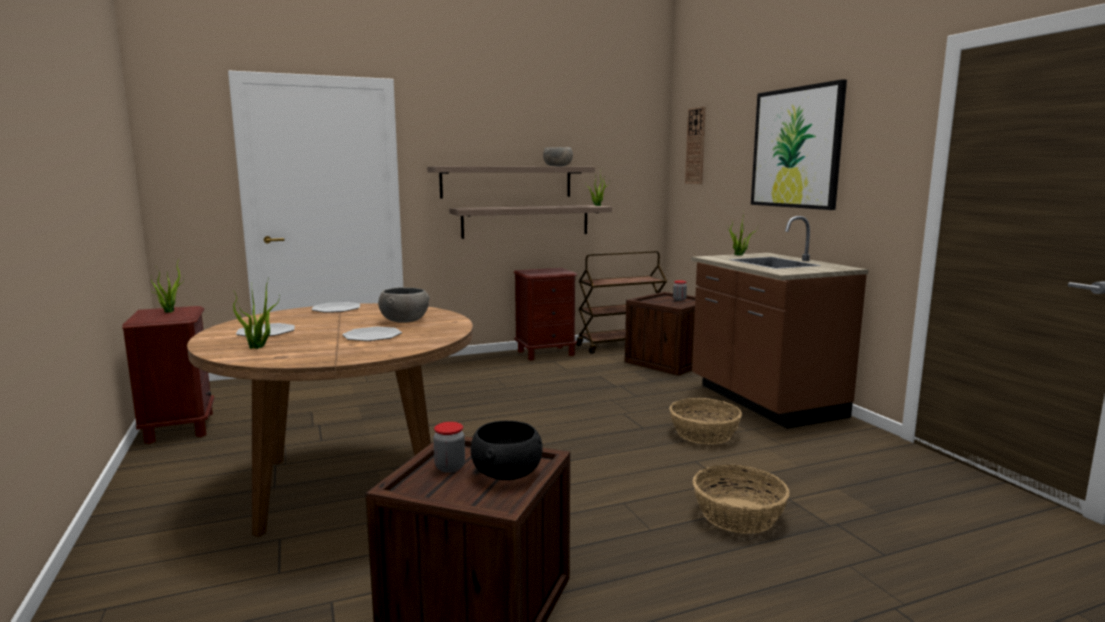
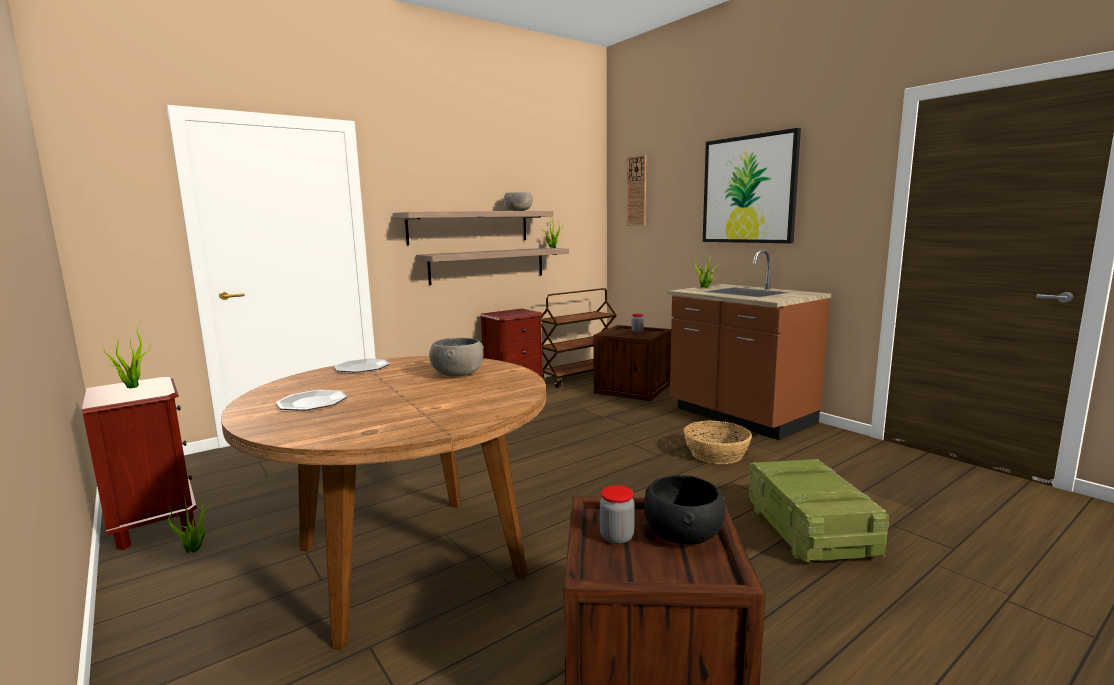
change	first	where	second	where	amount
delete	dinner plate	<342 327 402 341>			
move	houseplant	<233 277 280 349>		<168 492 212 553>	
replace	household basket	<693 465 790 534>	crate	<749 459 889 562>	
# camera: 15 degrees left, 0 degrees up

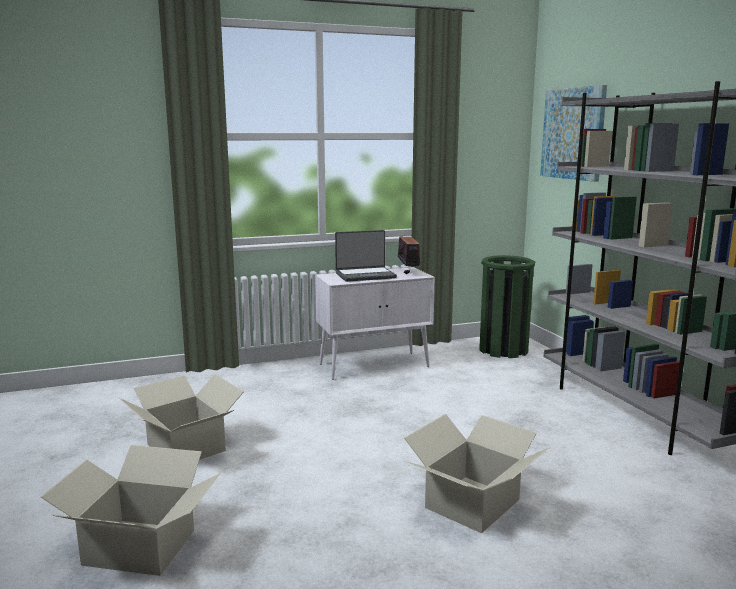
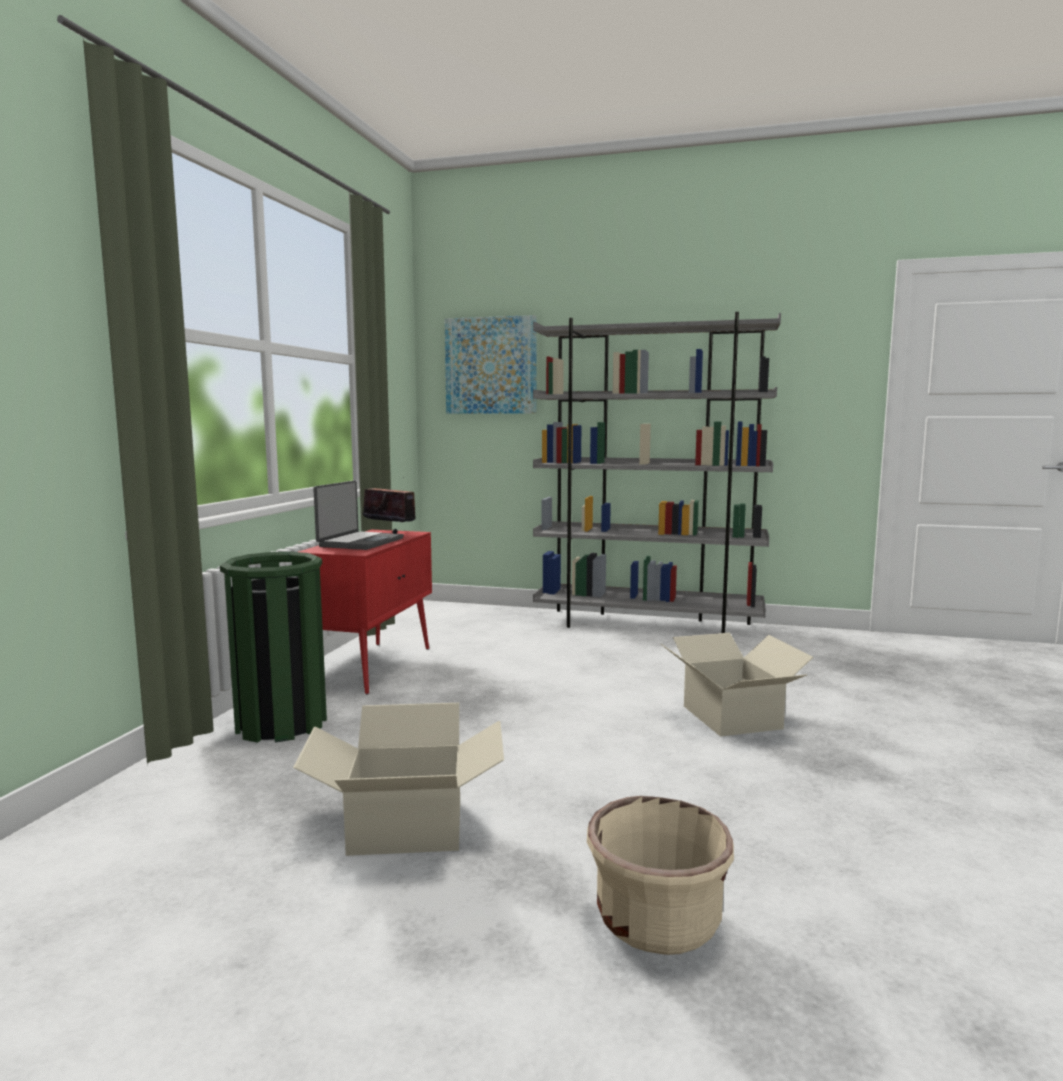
change	first	where	second	where	amount
move	green-coloured trash can	<479 255 535 358>		<220 552 327 743>	
replace	cardboard box	<41 445 221 576>	beige-coloured flower pot	<587 796 734 955>	
recolor	white cupboard	<315 267 435 380>	red cupboard	<298 530 432 695>	
# camera: 55 degrees left, 5 degrees down

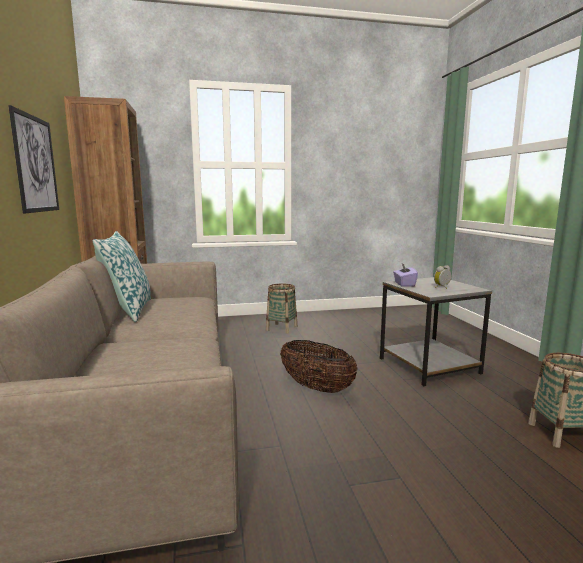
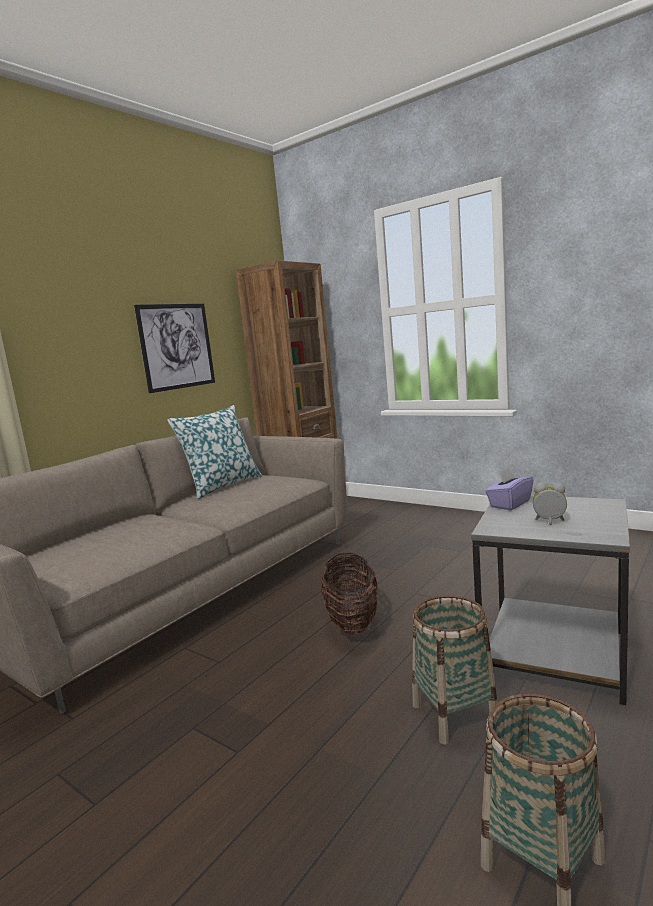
change	first	where	second	where	amount
move	household basket	<266 284 297 334>		<412 595 498 745>	
# camera: 50 degrees right, 0 degrees up

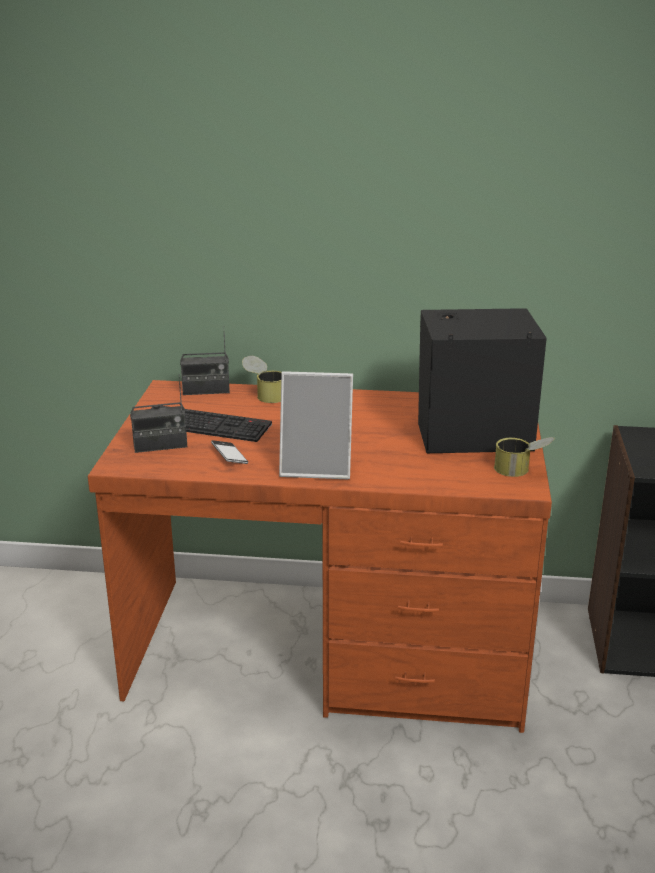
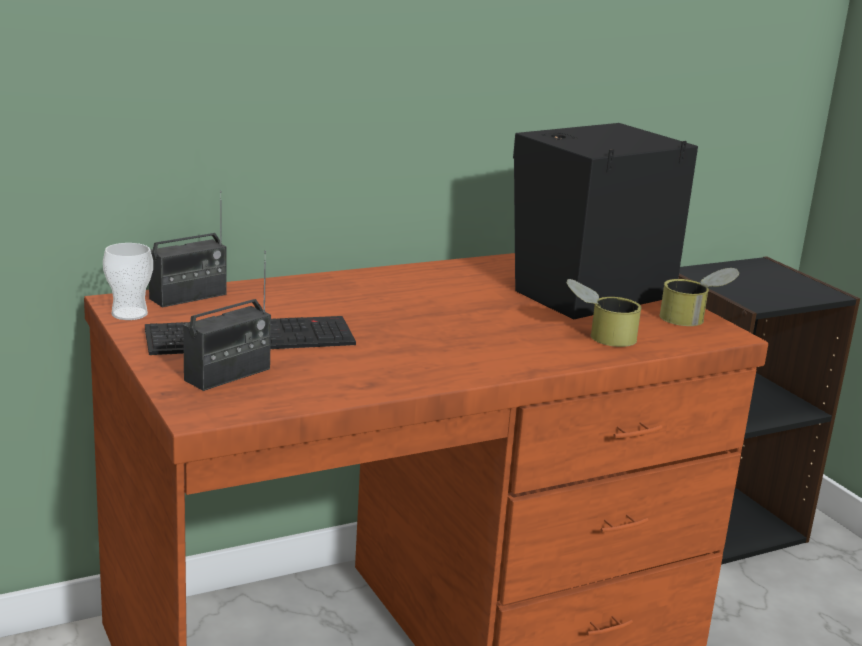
change	first	where	second	where	amount
delete	phone	<211 440 248 464>			
delete	photo frame	<279 371 353 479>			
insert			drinking cup	<103 243 153 320>	
move	metal can	<242 356 282 403>		<567 279 642 347>	
# camera: 35 degrees left, 5 degrees down

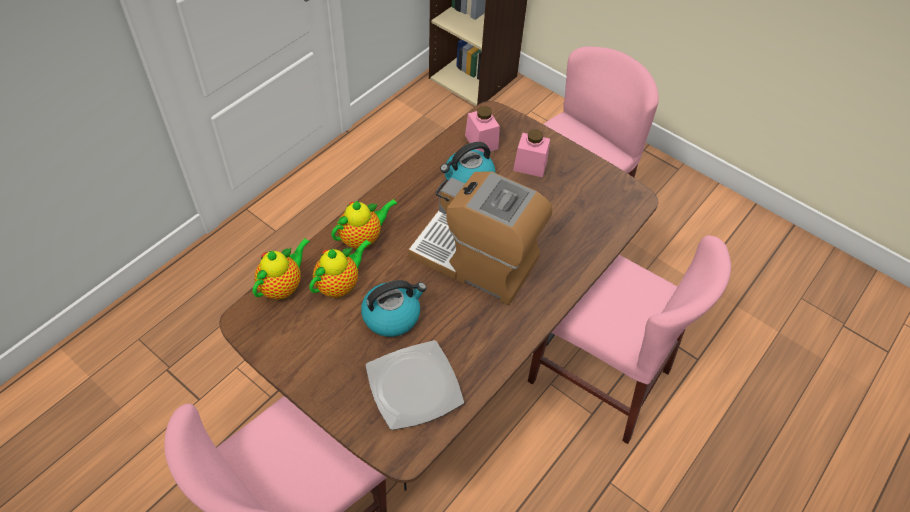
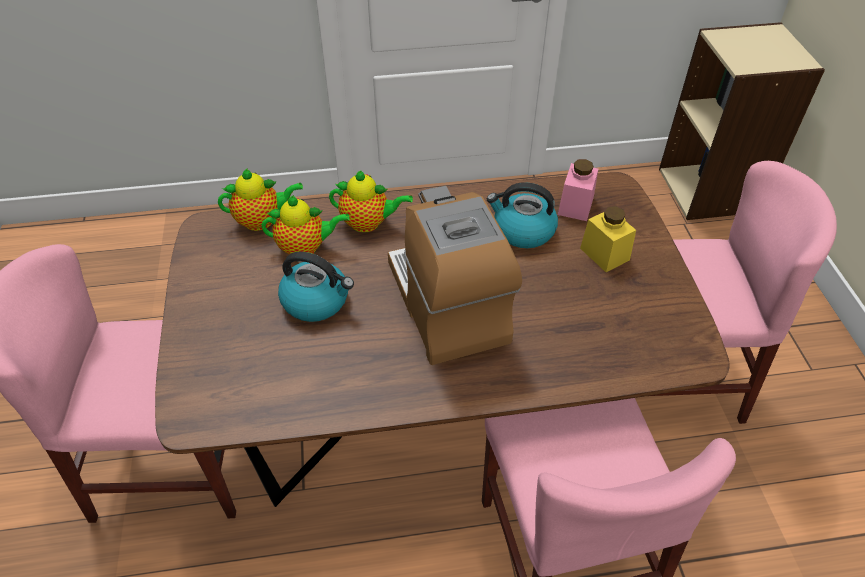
change	first	where	second	where	amount
delete	dinner plate	<365 340 464 430>			
recolor	pink jar	<513 129 550 177>	yellowish jar	<580 206 636 272>	
# camera: 45 degrees right, 5 degrees down

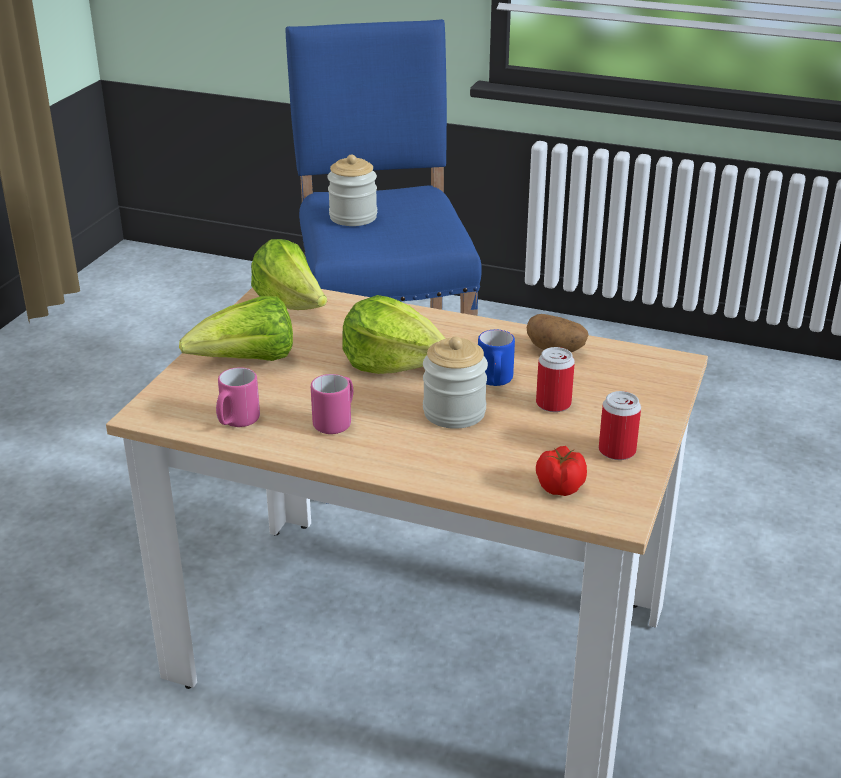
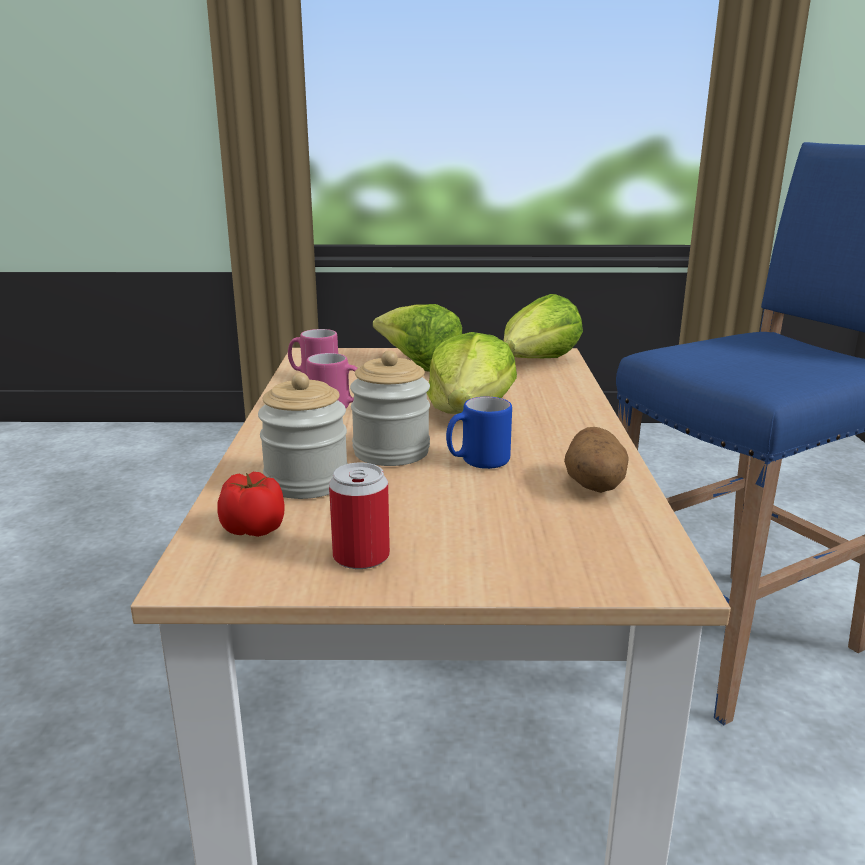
change	first	where	second	where	amount
delete	metal can	<536 347 575 412>			
move	jar	<327 154 377 226>		<258 373 348 499>	
# camera: 70 degrees right, 10 degrees down

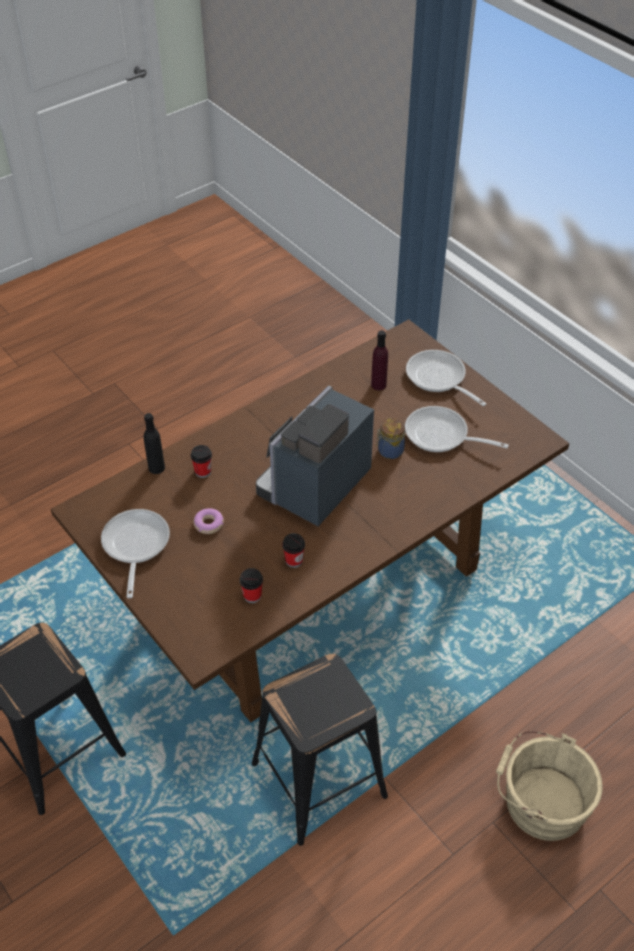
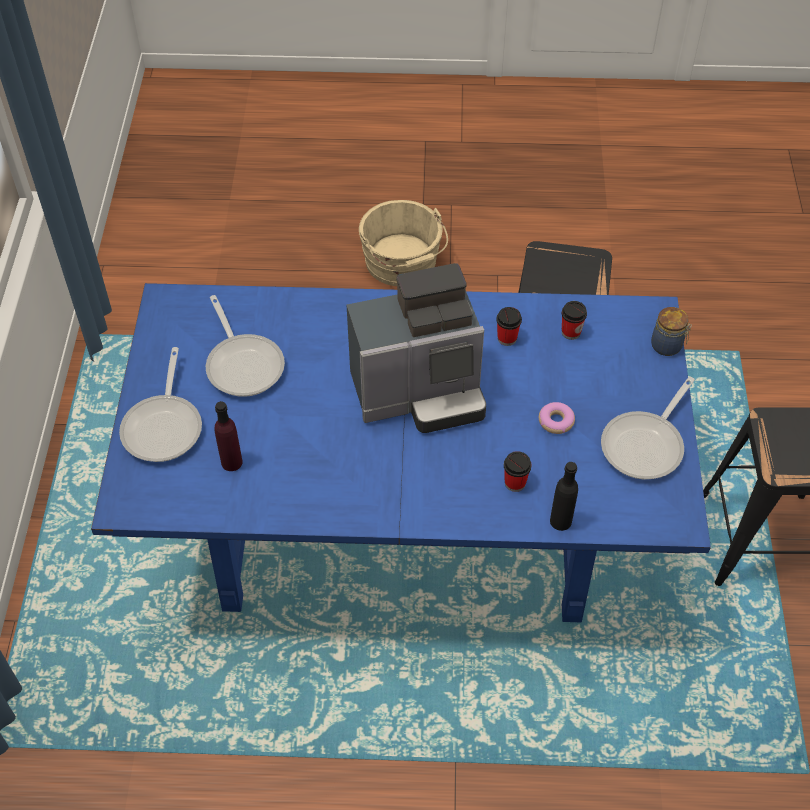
change	first	where	second	where	amount
move	jar	<376 418 405 459>		<651 307 692 356>	
recolor	brownish dining table	<51 319 570 722>	blue-coloured dining table	<91 283 711 622>	
# camera: 140 degrees left, 5 degrees up

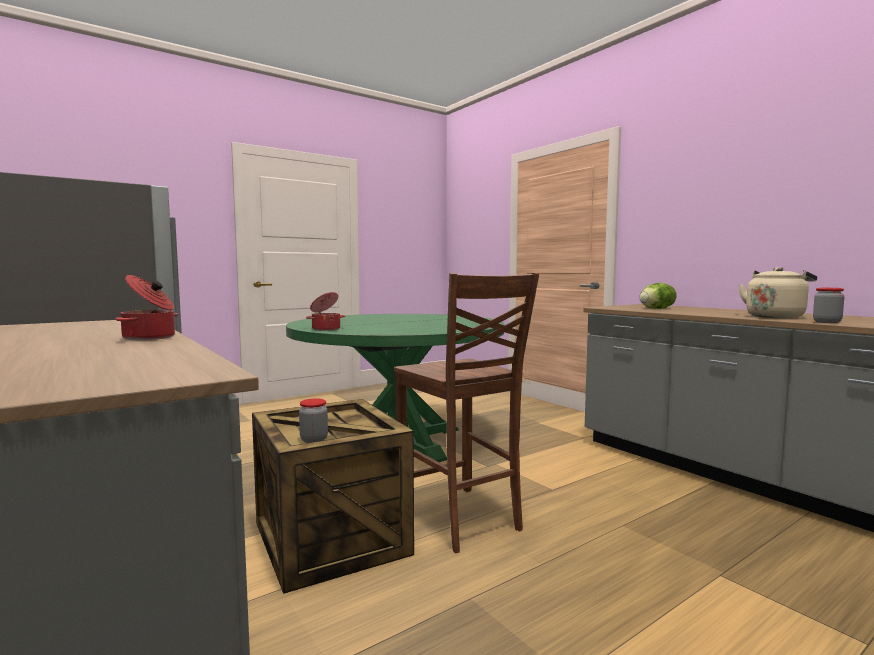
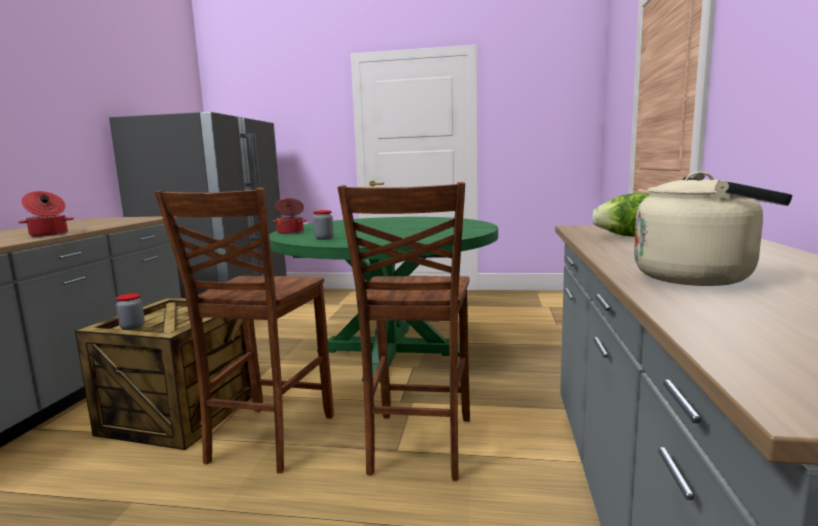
change	first	where	second	where	amount
insert			brownish chair	<338 182 470 481>	
move	jar	<813 288 845 323>		<313 210 334 240>	
# camera: 45 degrees right, 5 degrees up

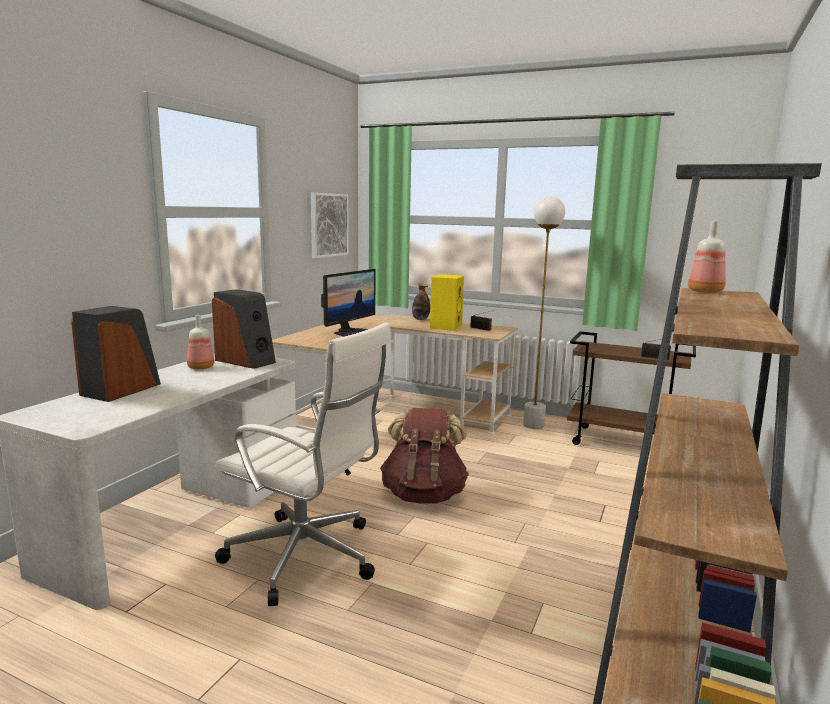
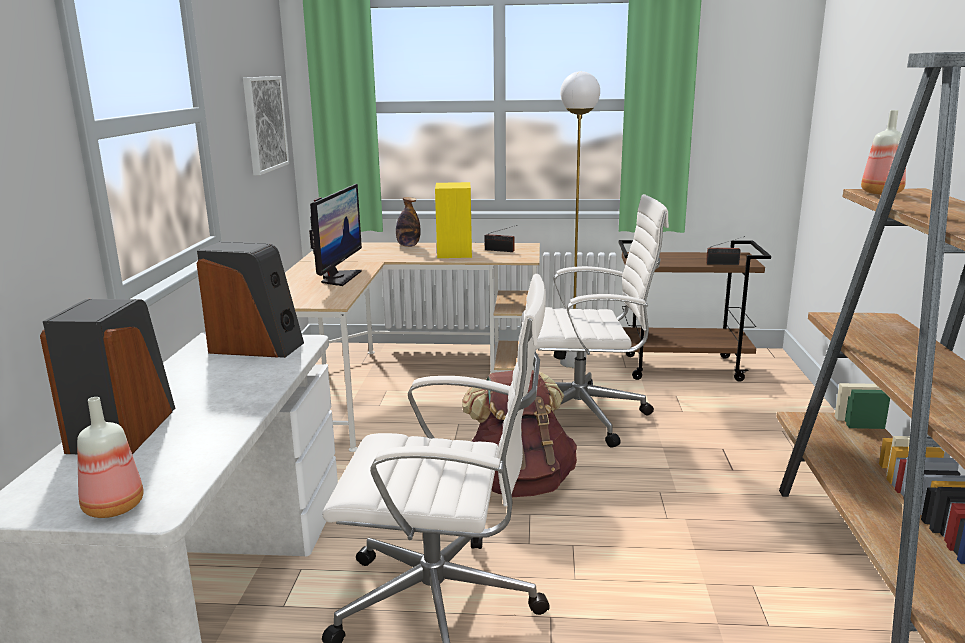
change	first	where	second	where	amount
insert			white office chair	<521 194 669 448>	
move	beverage bottle	<187 315 215 370>		<77 397 144 518>	
# camera: 20 degrees left, 5 degrees up

